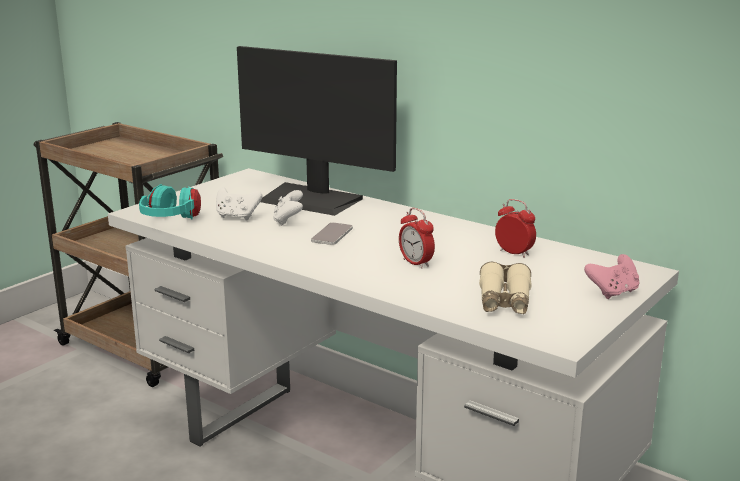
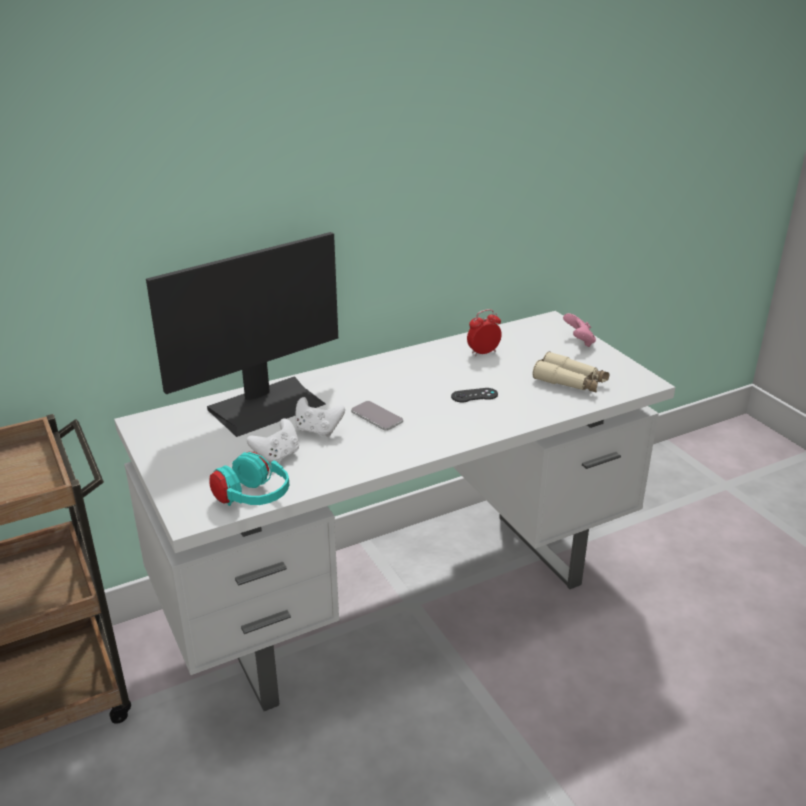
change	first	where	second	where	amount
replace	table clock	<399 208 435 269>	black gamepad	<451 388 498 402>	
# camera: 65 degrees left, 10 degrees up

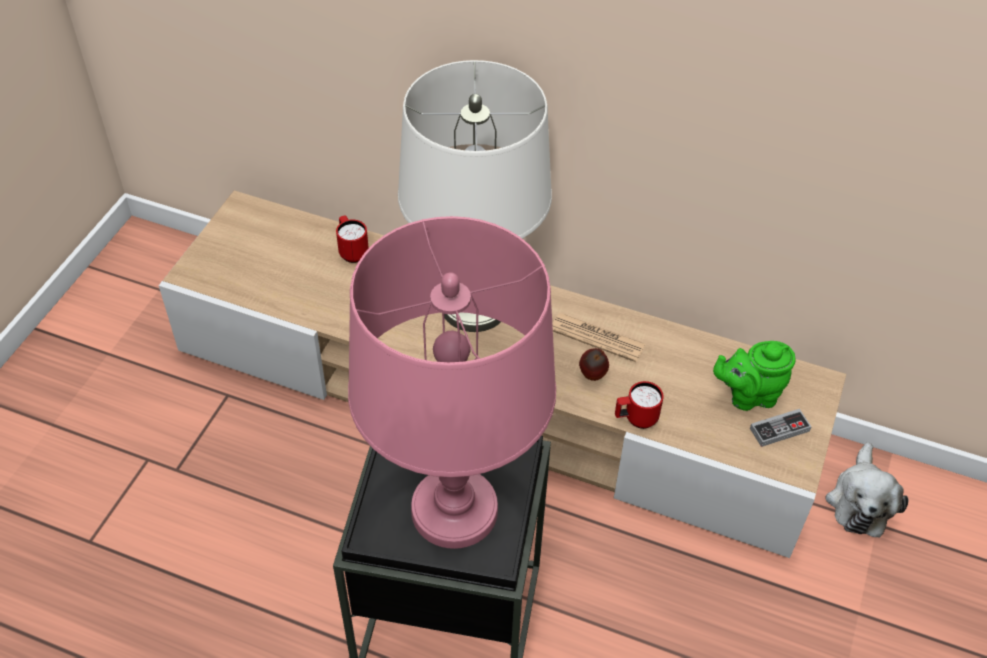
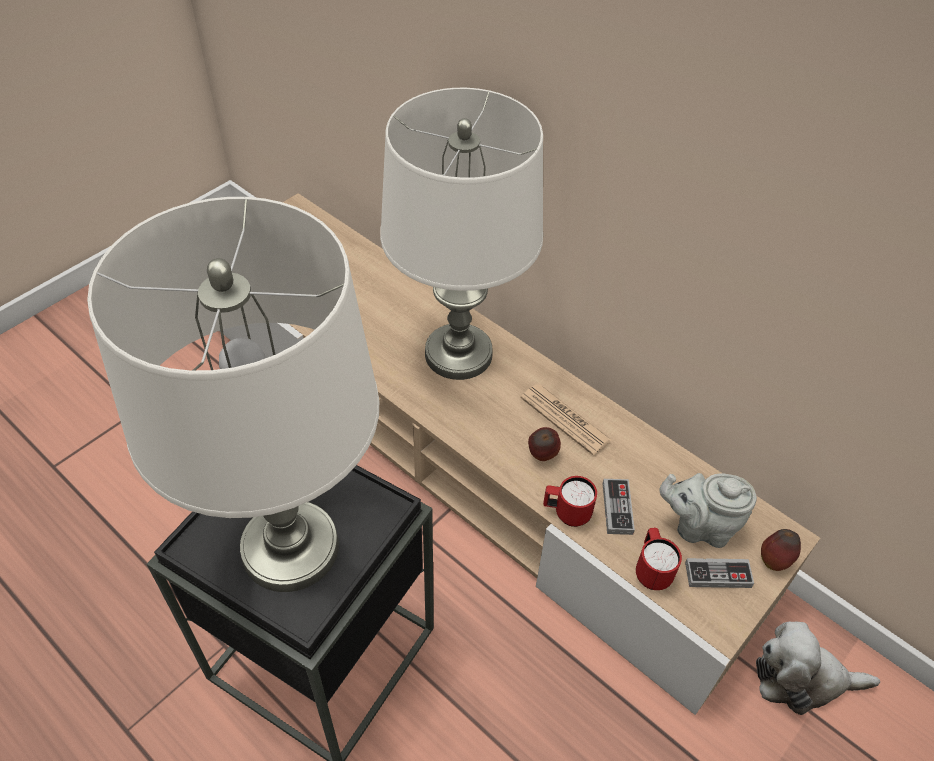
change	first	where	second	where	amount
insert			gamepad	<602 479 635 535>	
insert			apple fruit	<761 529 801 571>	
move	red coffee mug	<336 215 369 263>		<636 528 682 590>	
recolor	pink tabletop lamp	<348 216 556 549>	white tabletop lamp	<87 197 379 592>	
recolor	green-coloured teapot	<713 341 796 411>	gray teapot	<659 473 757 548>	
rotate	plush toy	<826 442 909 538>		<756 621 880 715>	60 degrees clockwise
# camera: 20 degrees right, 0 degrees up

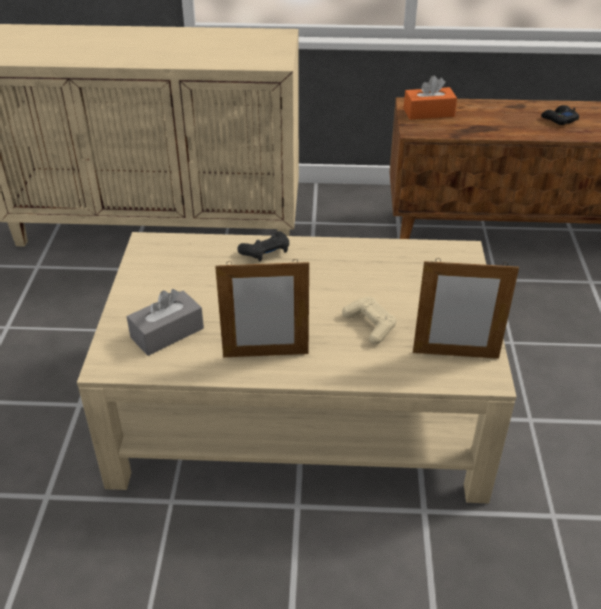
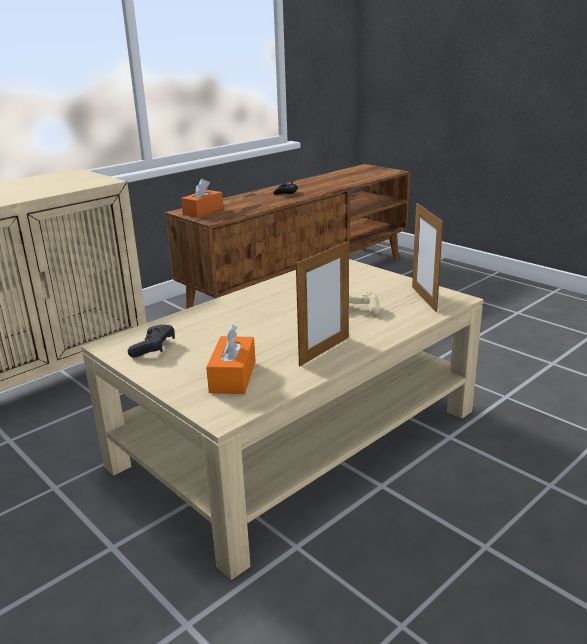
change	first	where	second	where	amount
move	black gamepad	<237 231 289 261>		<128 325 175 358>	
recolor	gray tissue holder	<127 289 204 356>	orange-coloured tissue holder	<206 325 255 394>	
rotate	photo frame	<413 258 519 359>		<412 202 443 312>	120 degrees clockwise
# camera: 45 degrees left, 15 degrees down

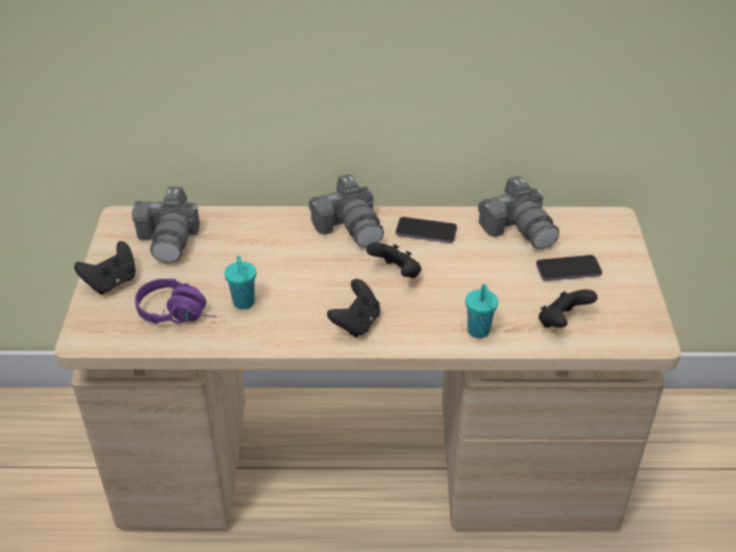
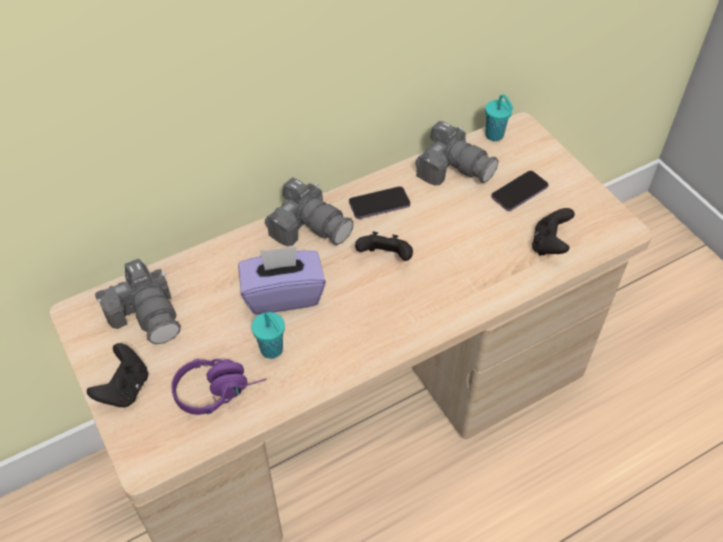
change	first	where	second	where	amount
delete	black gamepad	<327 279 380 337>			
insert			purple tissue holder	<238 247 326 315>	
move	blue-green drinking cup	<465 284 498 338>		<485 94 514 141>	
# camera: 30 degrees left, 10 degrees up

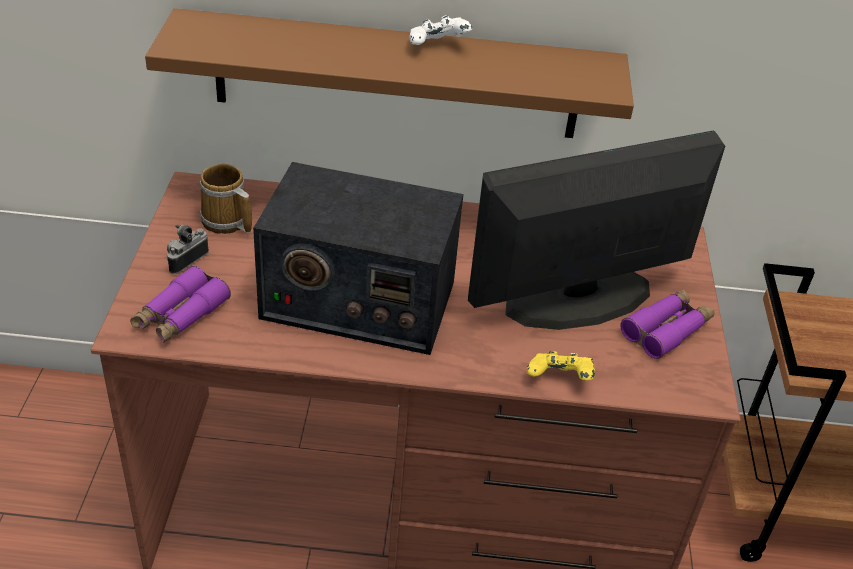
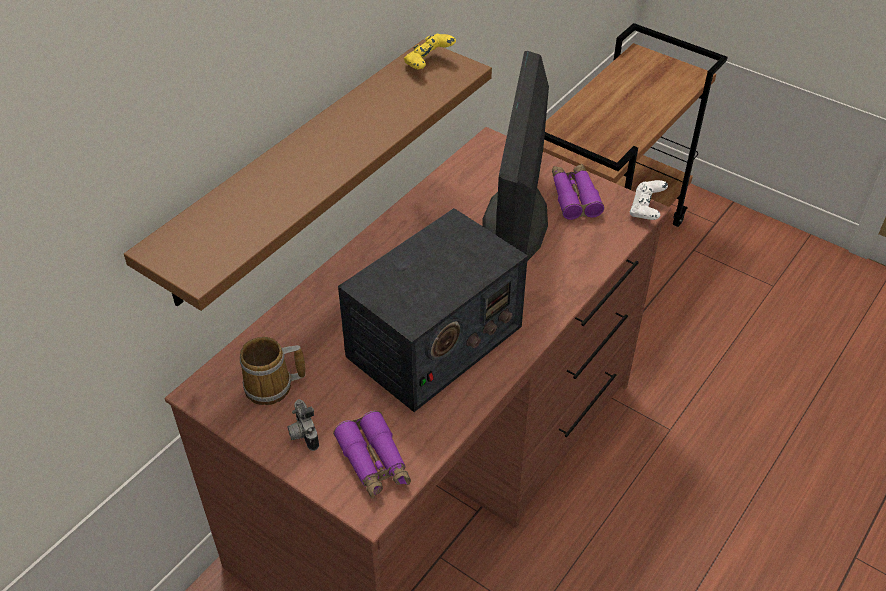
change	first	where	second	where	amount
move	white gamepad	<409 15 472 45>		<630 180 668 220>	
move	yellowish gamepad	<527 351 595 380>		<404 34 456 69>	
# camera: 55 degrees left, 5 degrees up

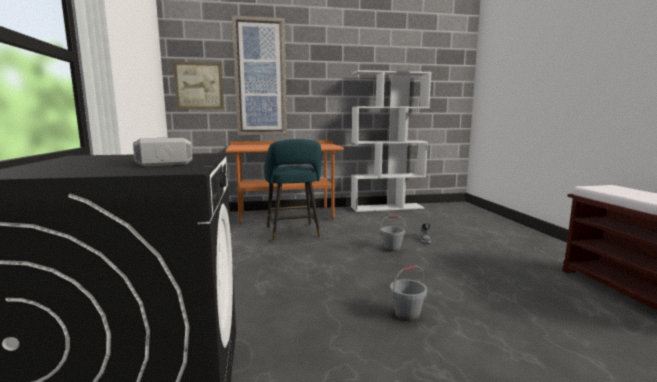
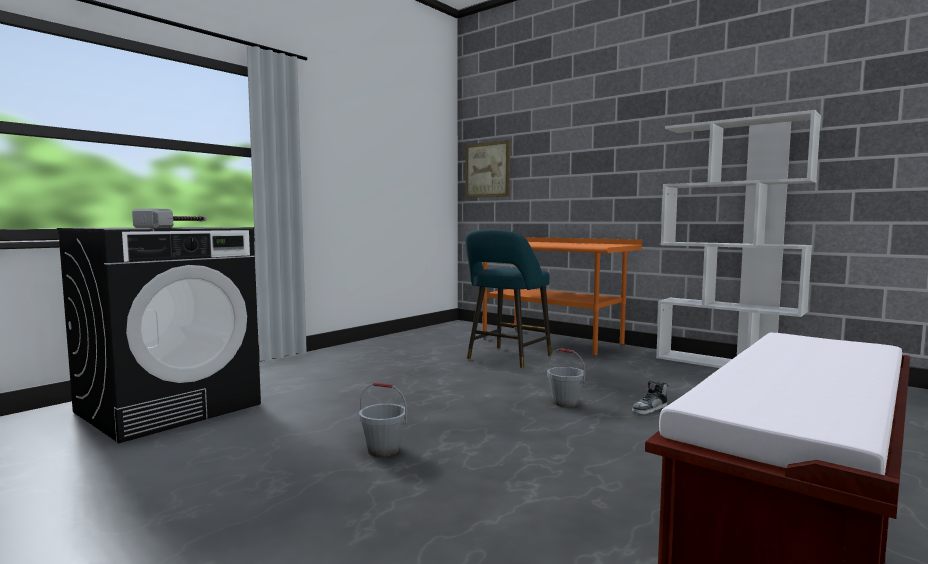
change	first	where	second	where	amount
delete	picture	<232 15 287 135>			
# camera: 50 degrees right, 5 degrees down

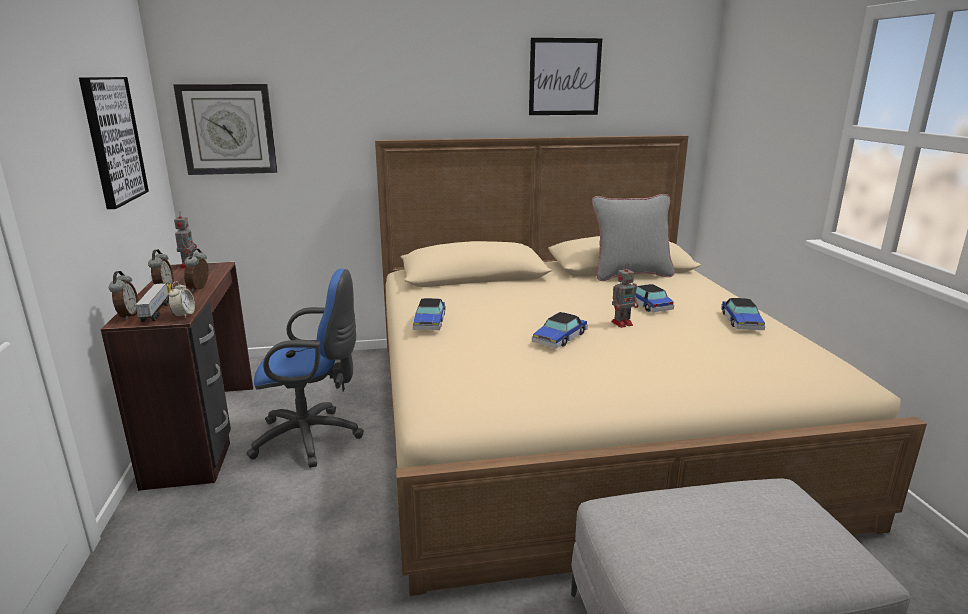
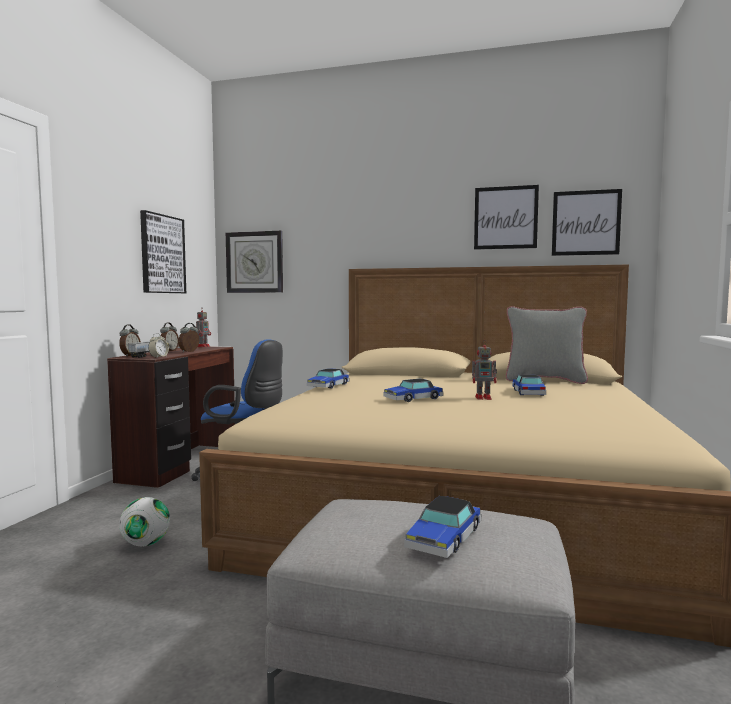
change	first	where	second	where	amount
insert			ball for football	<119 497 170 546>	
insert			picture	<552 189 622 256>	
move	toy car	<721 298 765 330>		<404 496 481 558>	
# camera: 25 degrees right, 15 degrees down

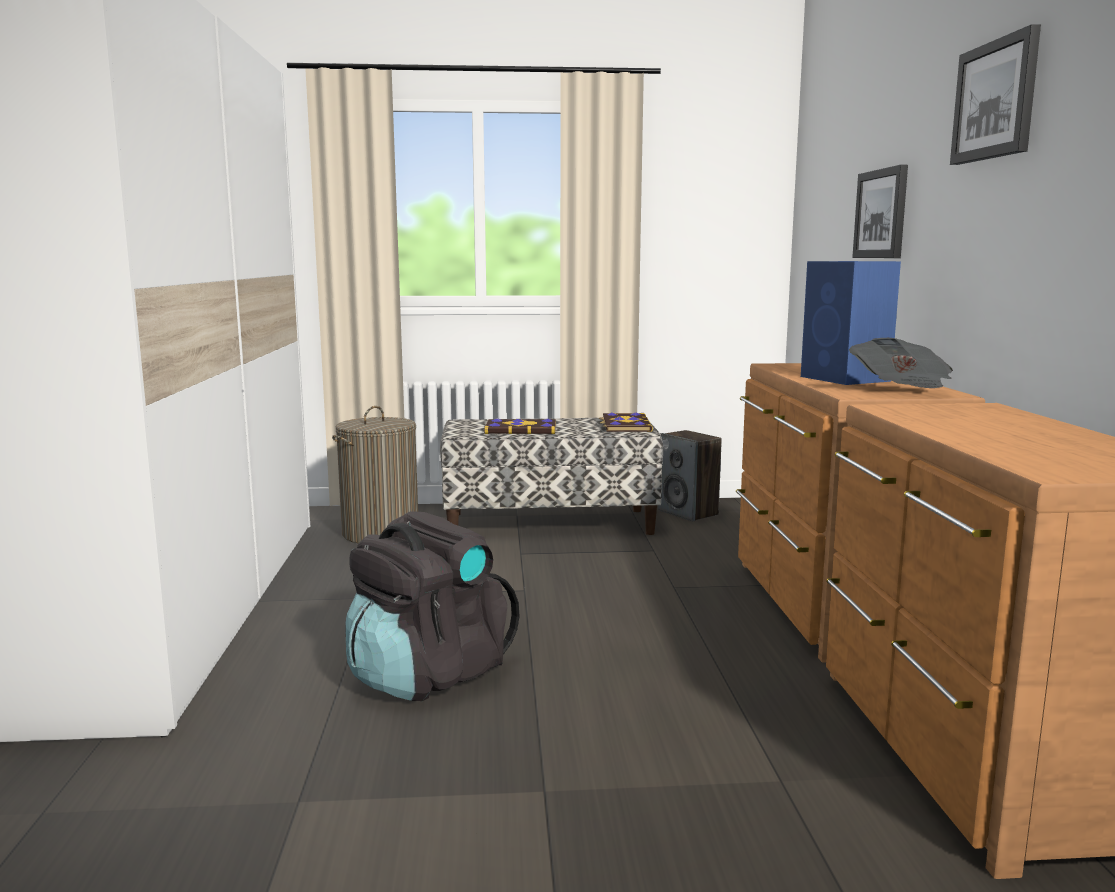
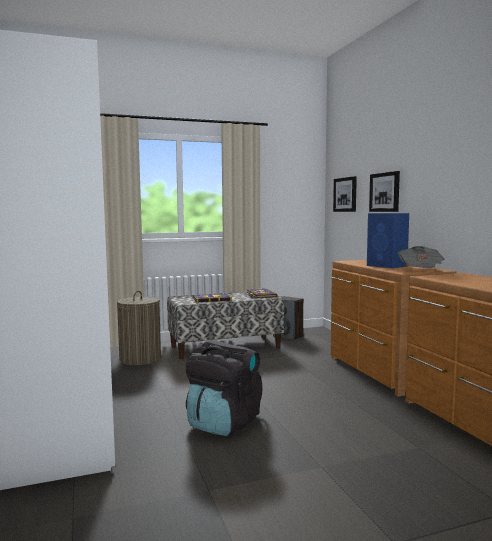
change	first	where	second	where	amount
move	picture	<950 24 1041 165>		<333 176 357 212>	
# camera: 15 degrees left, 5 degrees down

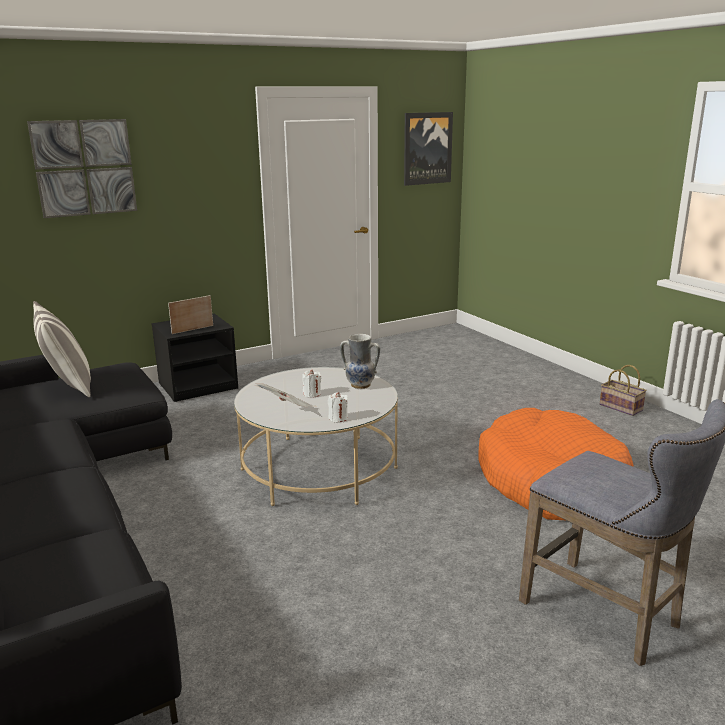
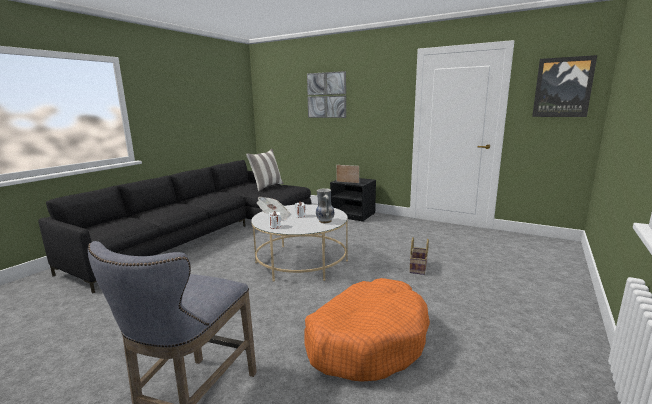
change	first	where	second	where	amount
move	household basket	<600 365 647 416>		<409 237 429 275>	
# camera: 60 degrees right, 5 degrees down

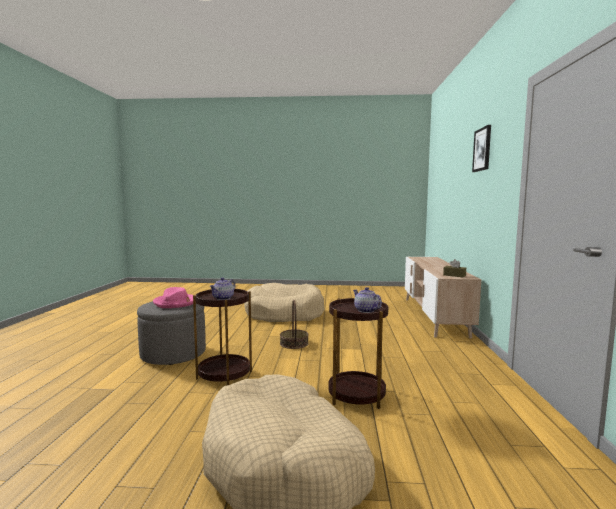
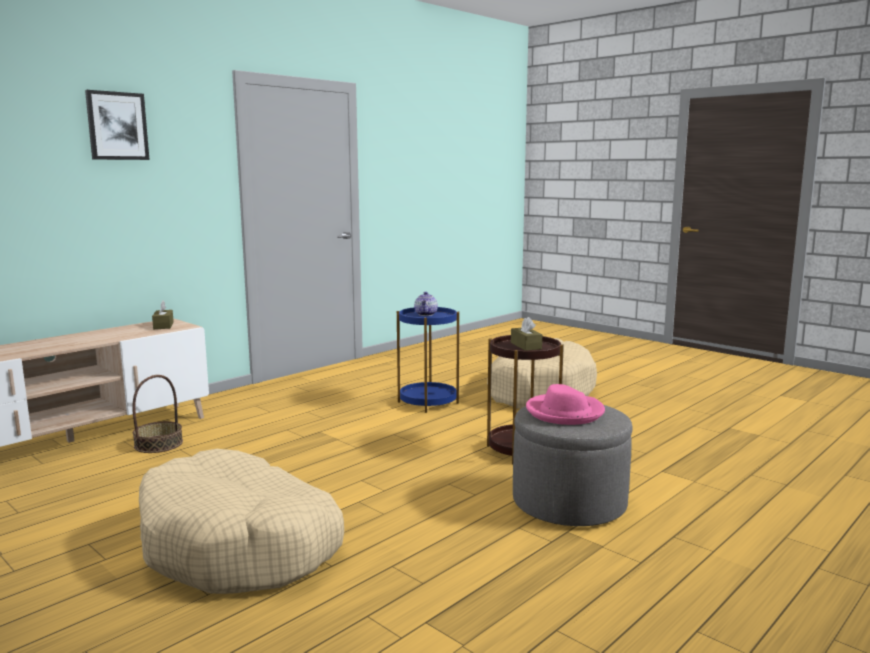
change	first	where	second	where	amount
move	household basket	<280 300 309 349>		<132 375 183 453>	
replace	teapot	<210 278 235 300>	brownish tissue holder	<511 317 542 351>	
recolor	brownish side table	<328 298 388 409>	blue-coloured side table	<397 307 459 413>	
# camera: 140 degrees left, 5 degrees up

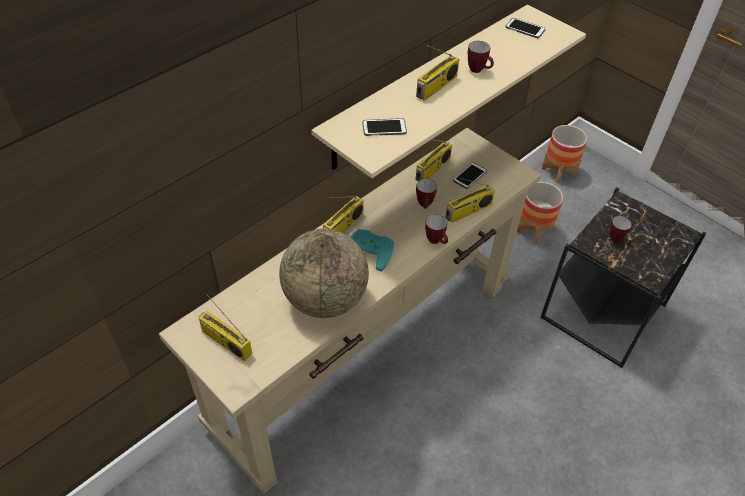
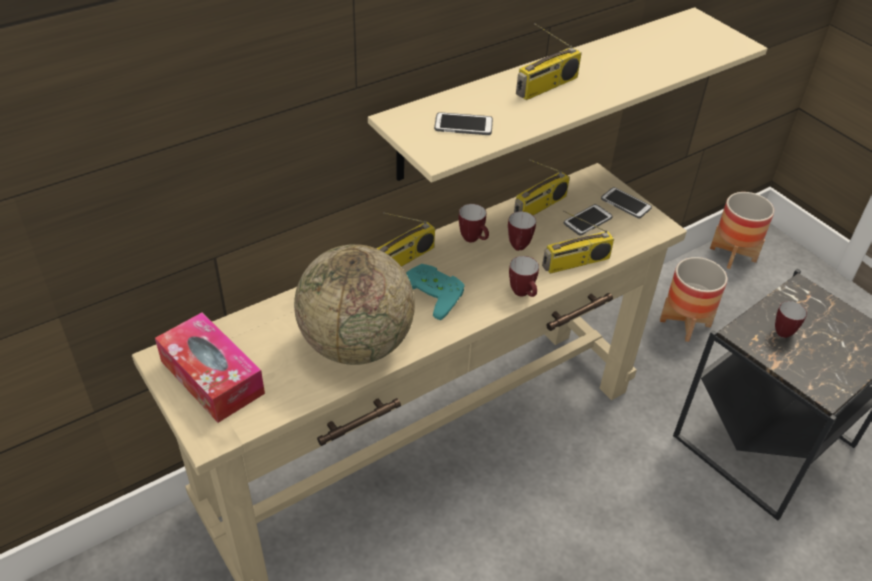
change	first	where	second	where	amount
move	coffee mug	<468 41 494 73>		<459 204 489 242>	
move	phone	<505 18 545 38>		<601 187 652 219>	
replace	radio receiver	<198 295 252 361>	tissue holder	<155 312 265 423>	
# camera: 10 degrees right, 5 degrees down

